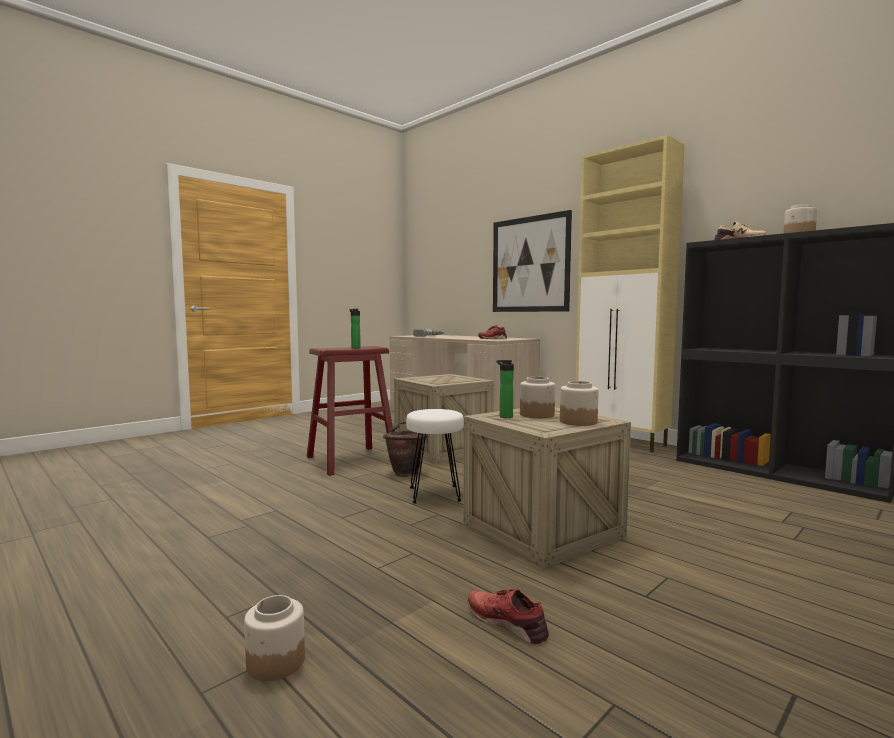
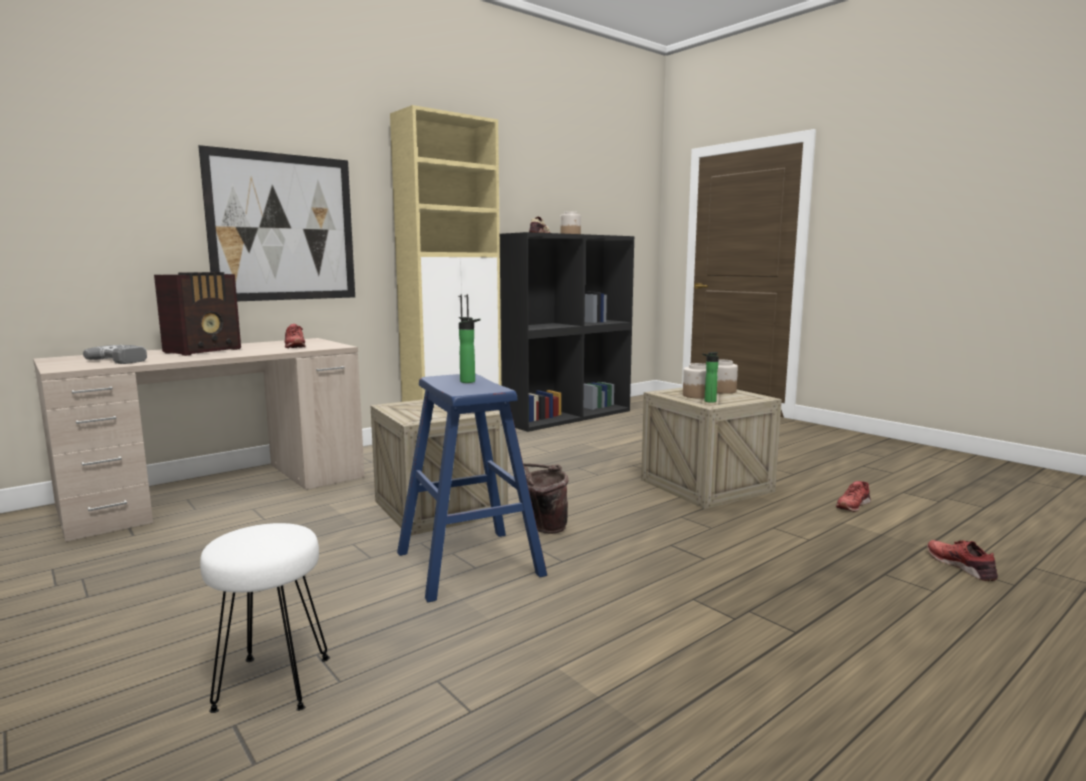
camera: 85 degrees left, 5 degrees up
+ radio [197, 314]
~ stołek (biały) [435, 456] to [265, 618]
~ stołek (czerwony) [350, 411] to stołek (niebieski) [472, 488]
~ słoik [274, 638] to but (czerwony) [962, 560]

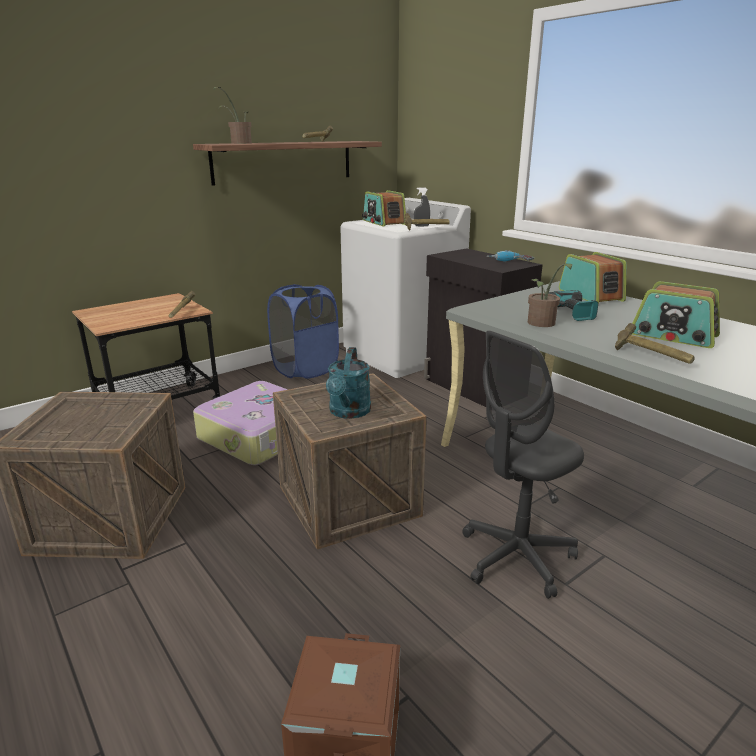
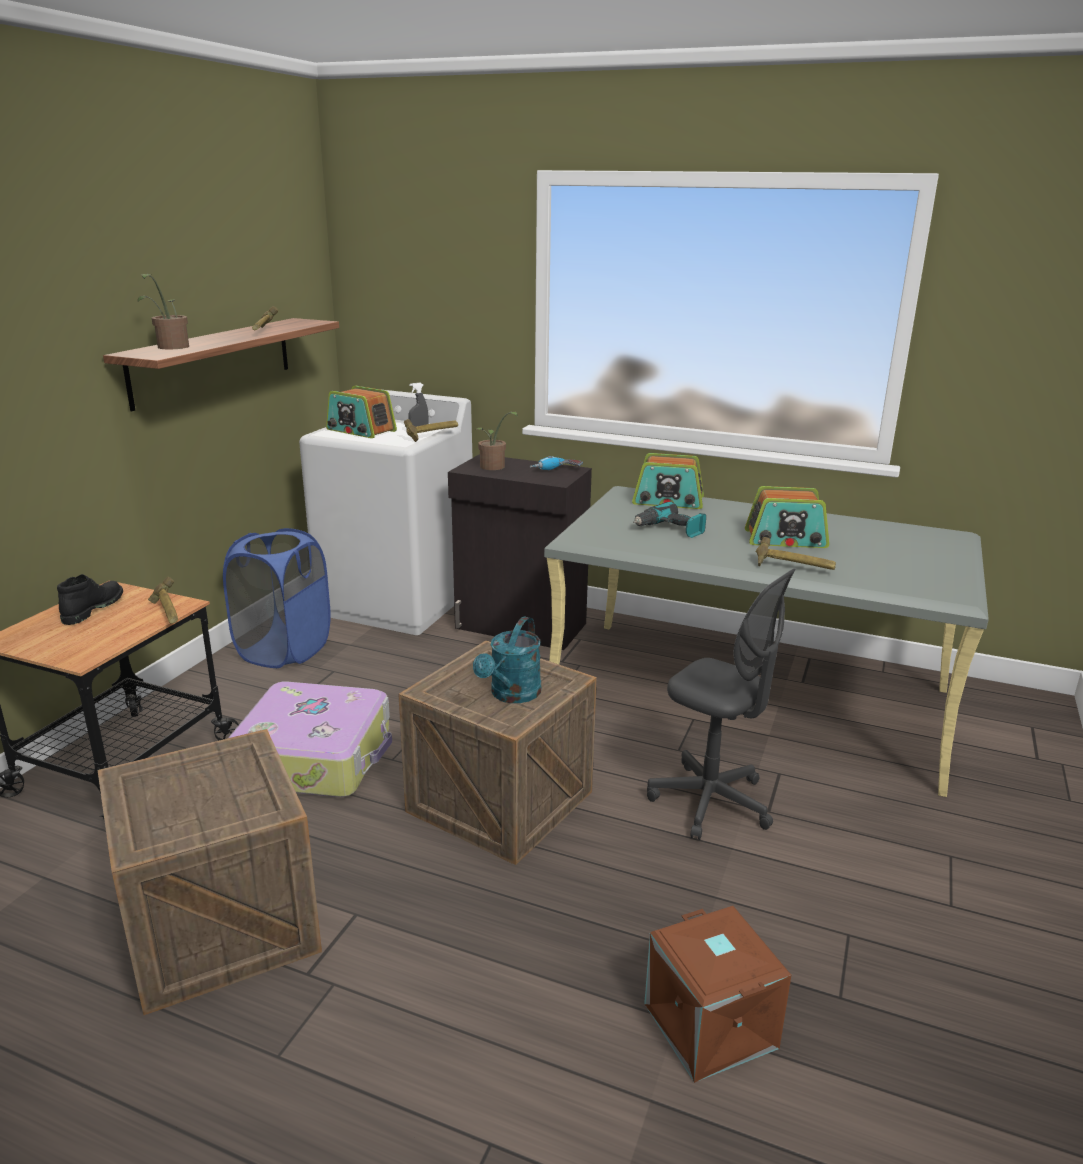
camera: 30 degrees left, 0 degrees up
+ but z cholewką (czarny) [90, 599]
~ konewka (turkusowy) [348, 383] = [507, 660] 45 degrees clockwise
~ roślina doniczkowa [549, 295] to [497, 441]
~ radio [592, 278] = [668, 481] 150 degrees clockwise
~ krzesło biurowe (szary) [523, 465] = [721, 704] 75 degrees counterclockwise

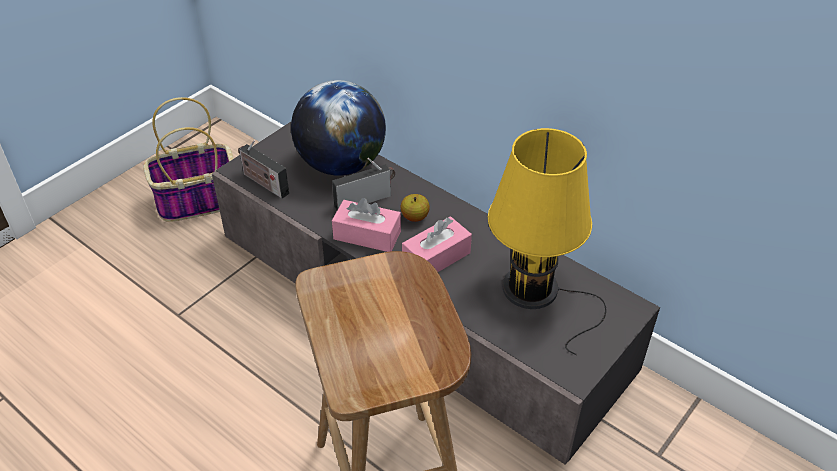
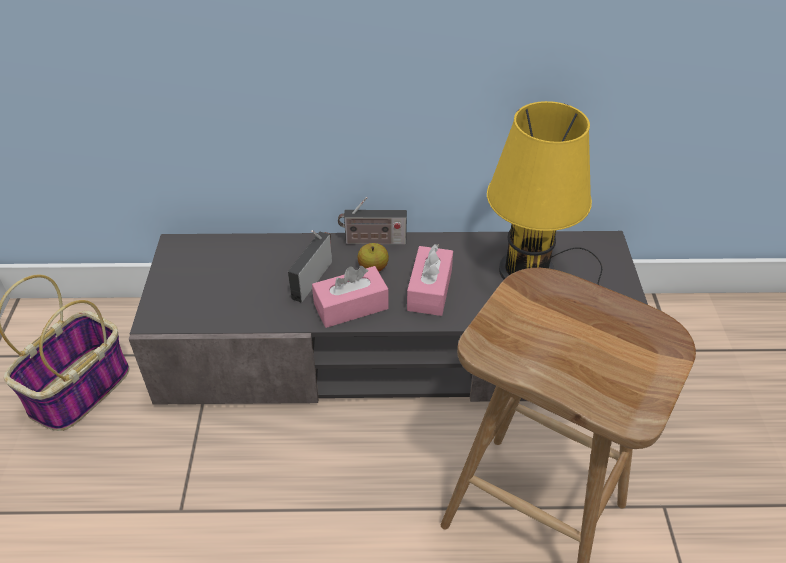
camera: 40 degrees left, 0 degrees up
~ radio [263, 169] to [372, 221]
- globus [338, 128]

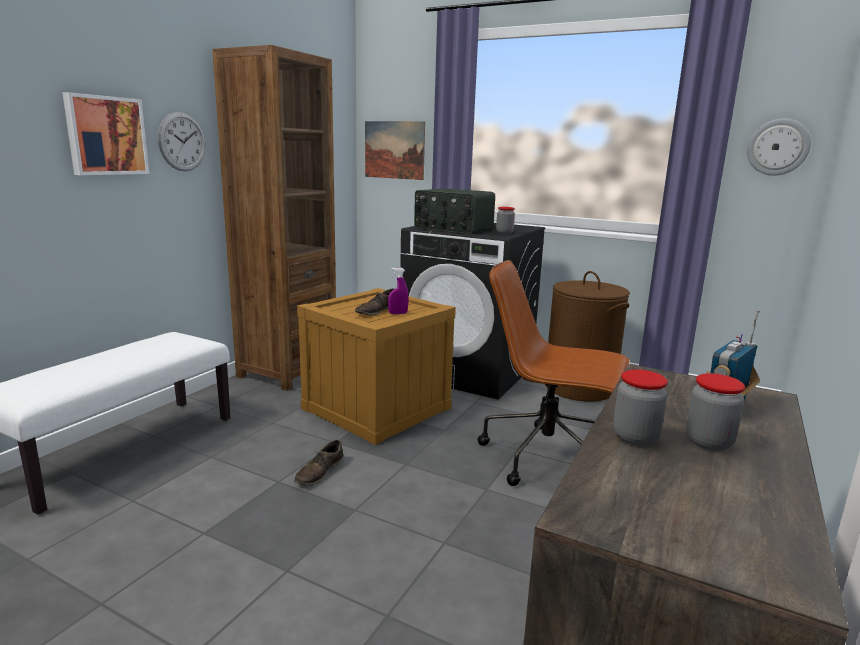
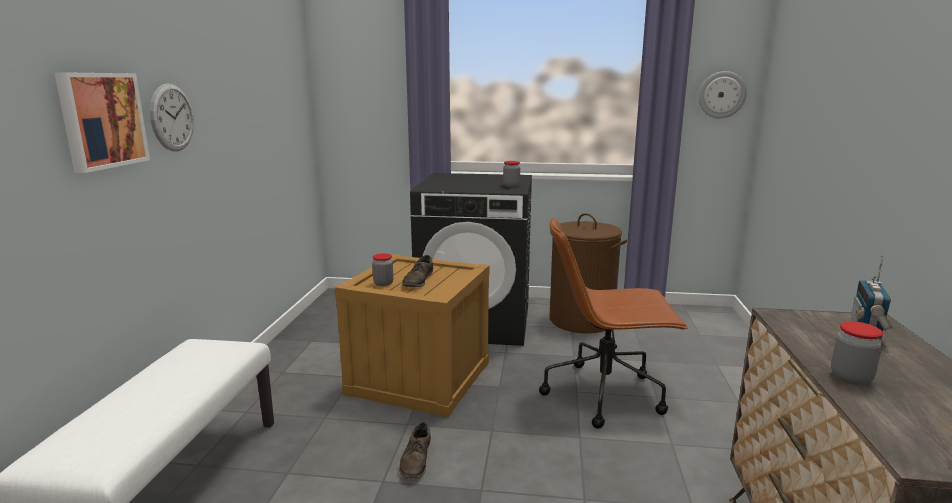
camera: 20 degrees left, 0 degrees up
~ słoik [715, 412] to [383, 269]
- regał (brązowy) [274, 218]
- obraz [395, 150]
- spryskiwacz (fioletowy) [398, 291]
- radio [454, 211]

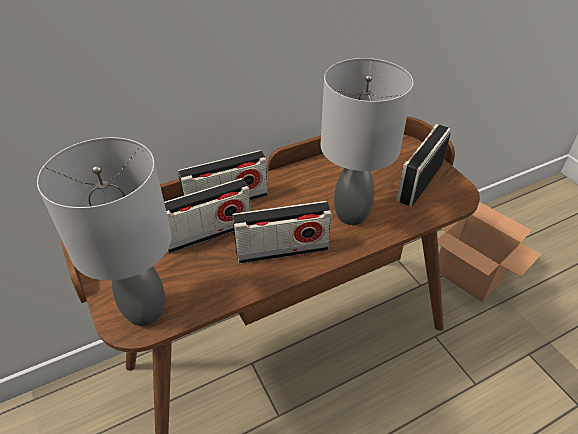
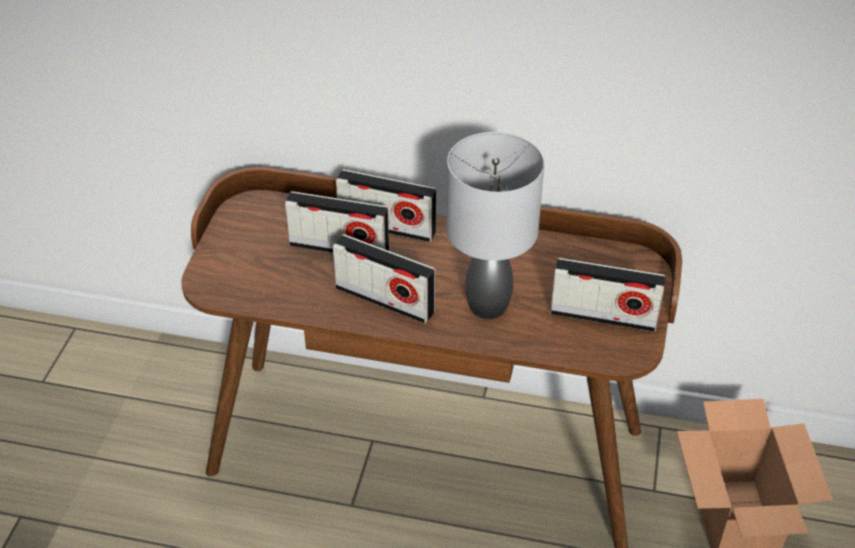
camera: 40 degrees right, 0 degrees up
~ radio [424, 165] = [608, 295] 150 degrees counterclockwise
- lampa stołowa (szary) [104, 231]

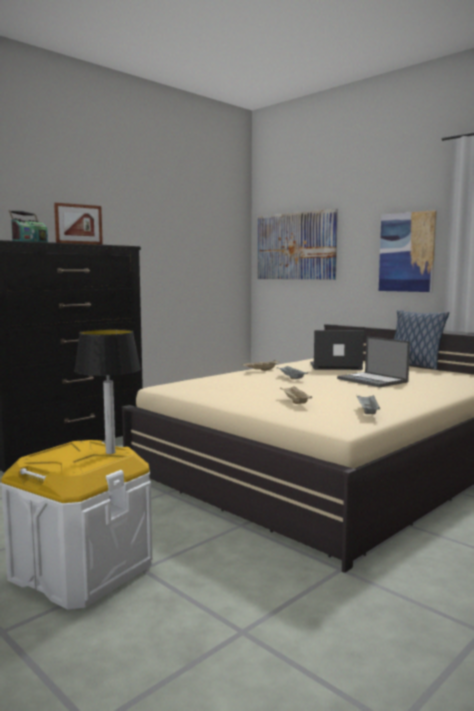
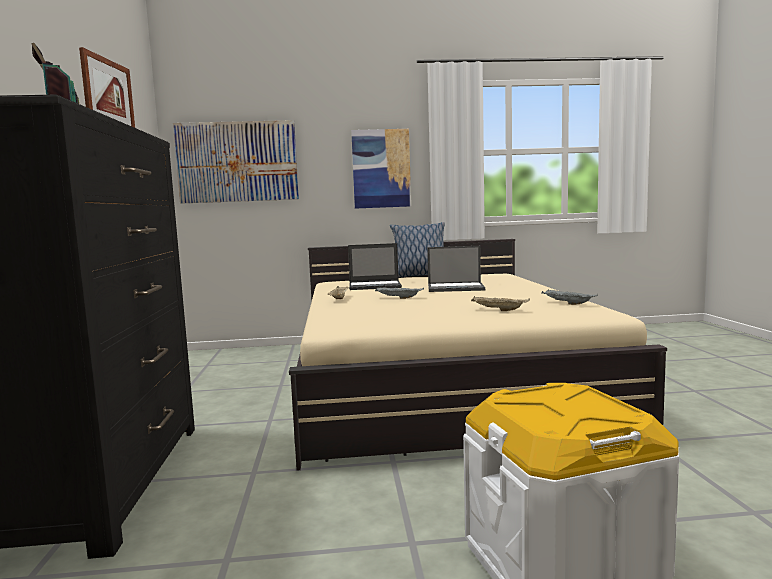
camera: 50 degrees left, 0 degrees up
~ laptop [337, 350] = [375, 266] 135 degrees counterclockwise
- lampa stołowa [107, 391]

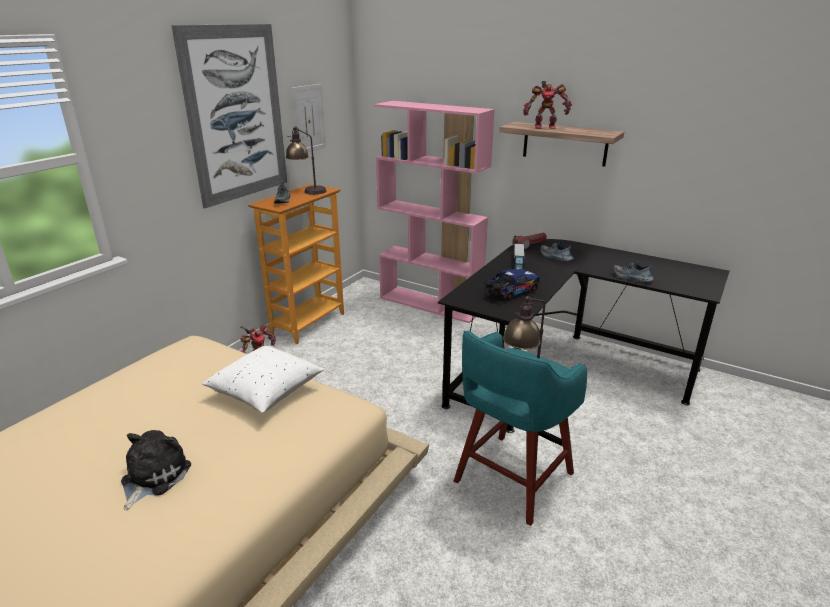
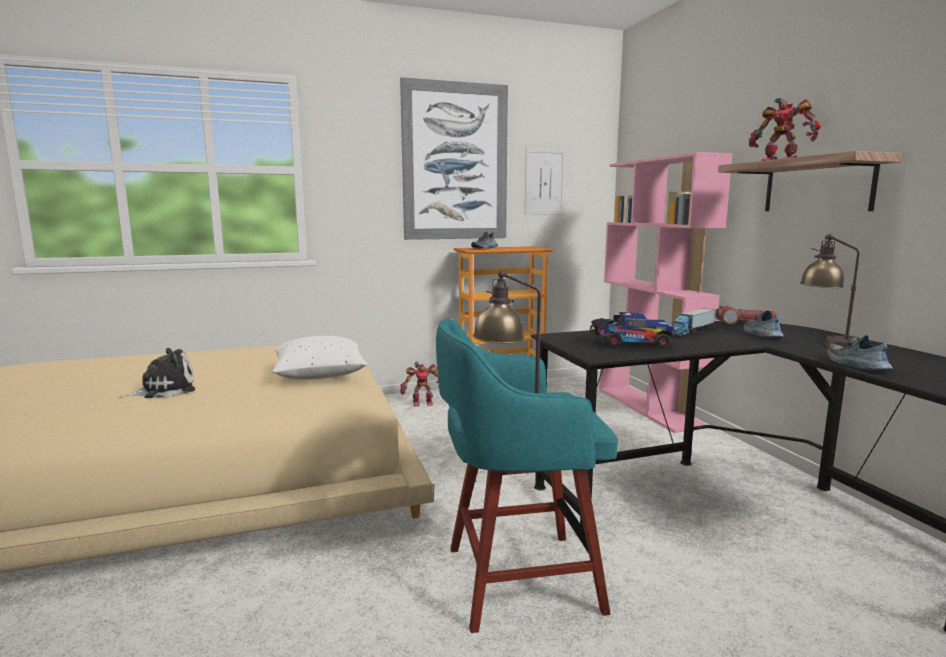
camera: 40 degrees right, 15 degrees down
~ lampa stołowa [306, 160] to [830, 290]

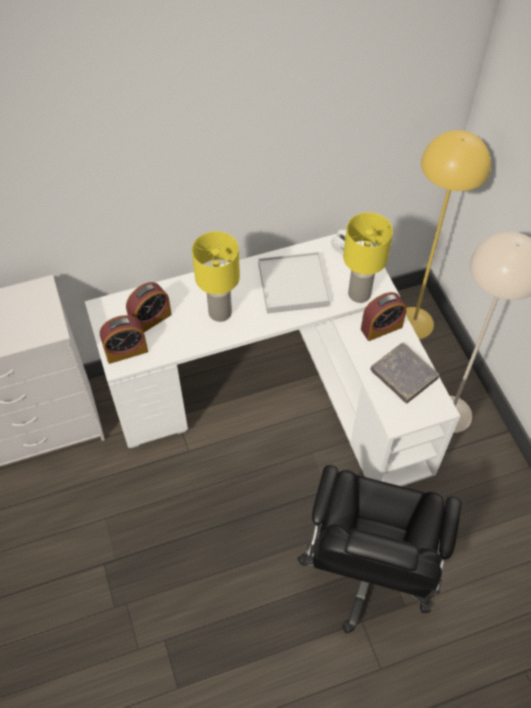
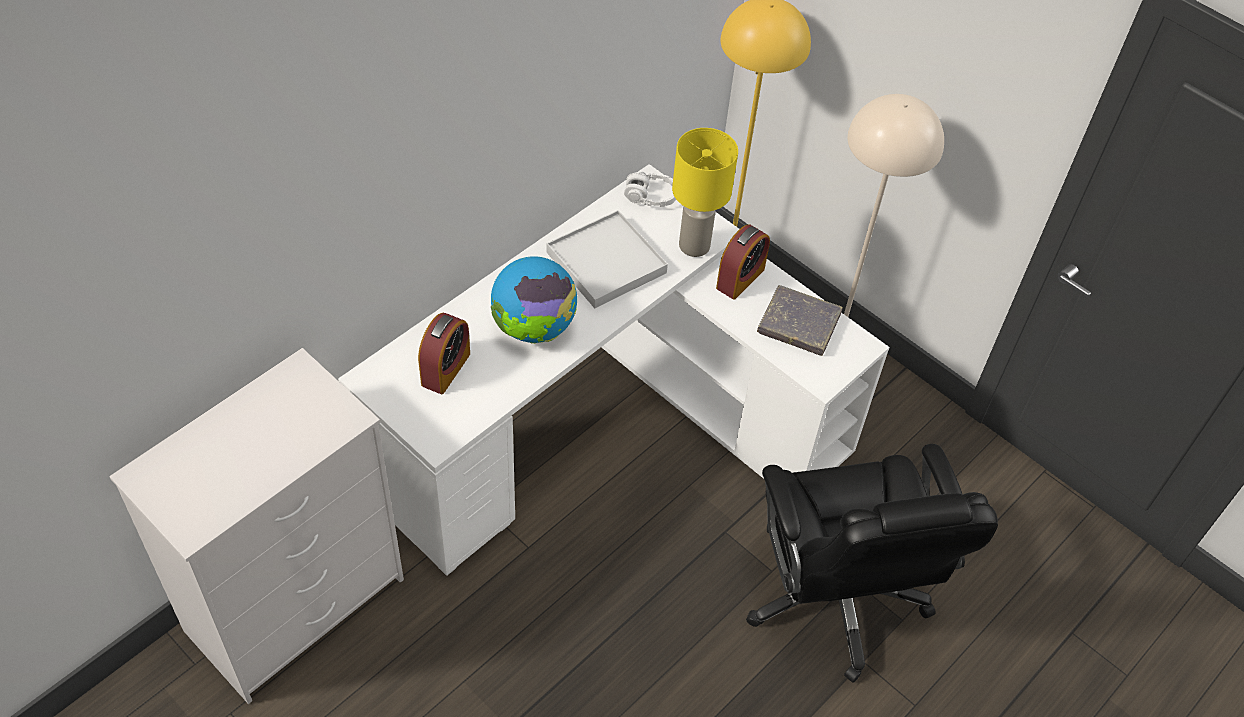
camera: 30 degrees left, 5 degrees down
~ lampa stołowa (żółty) [216, 276] to globus [534, 299]
- budzik [124, 339]

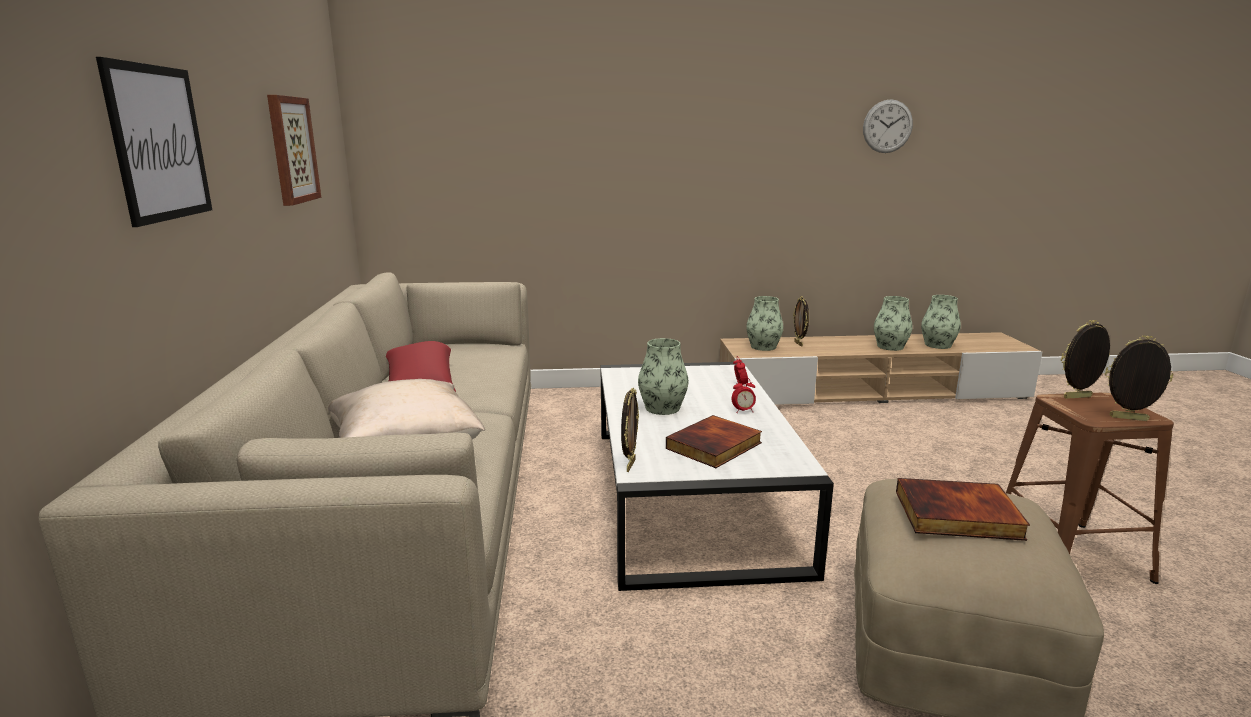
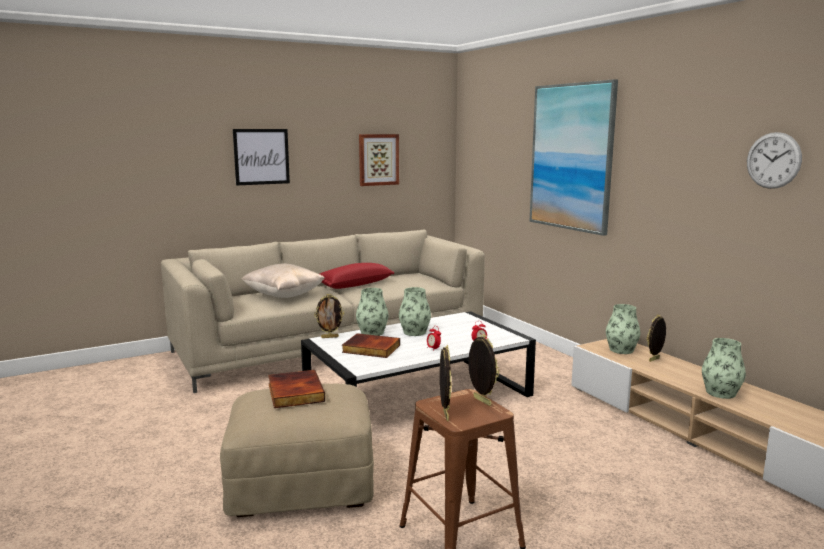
camera: 65 degrees right, 5 degrees down
~ wazon [941, 322] to [372, 312]
+ obraz [573, 157]

